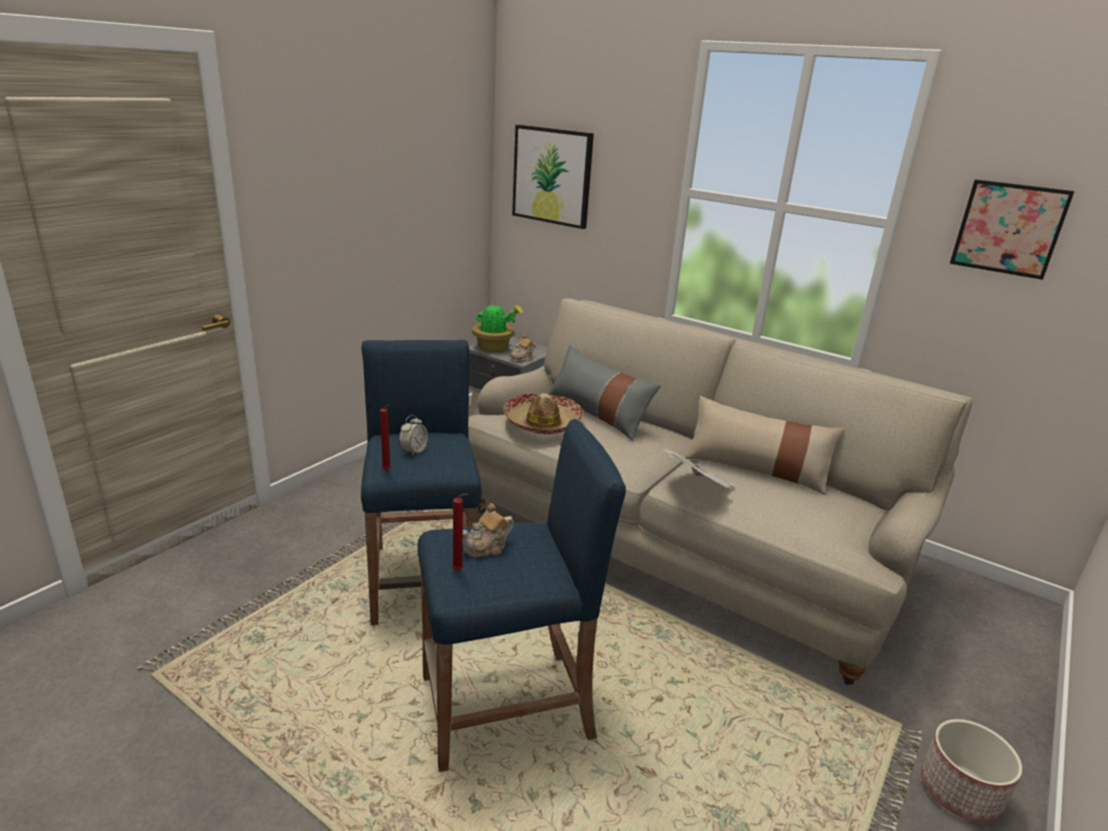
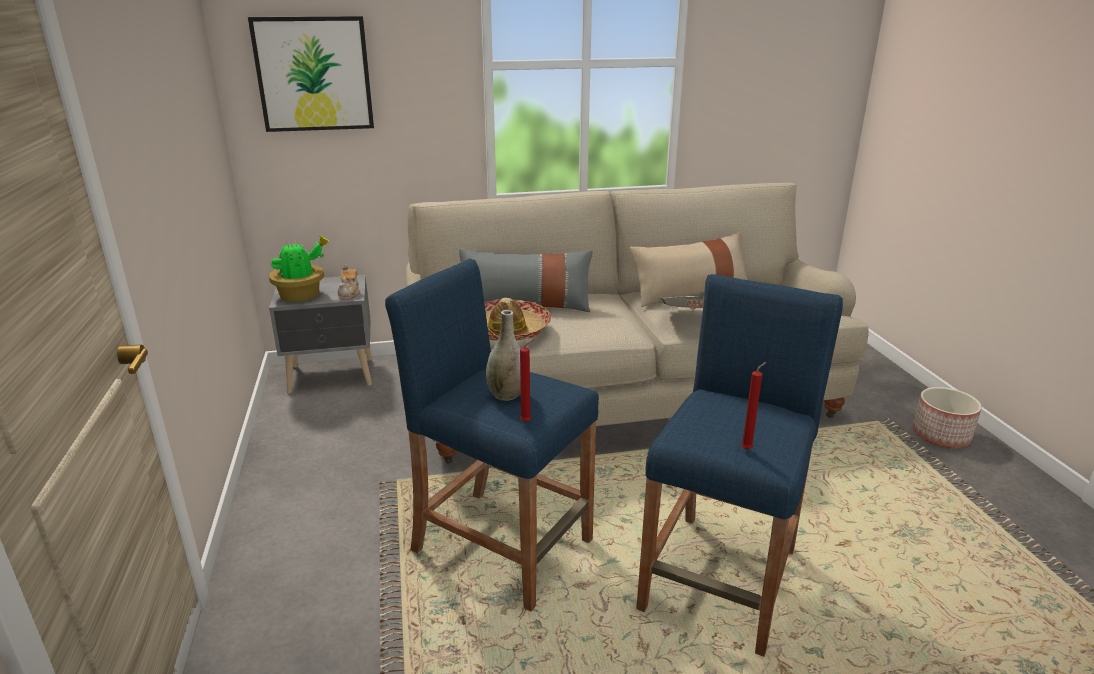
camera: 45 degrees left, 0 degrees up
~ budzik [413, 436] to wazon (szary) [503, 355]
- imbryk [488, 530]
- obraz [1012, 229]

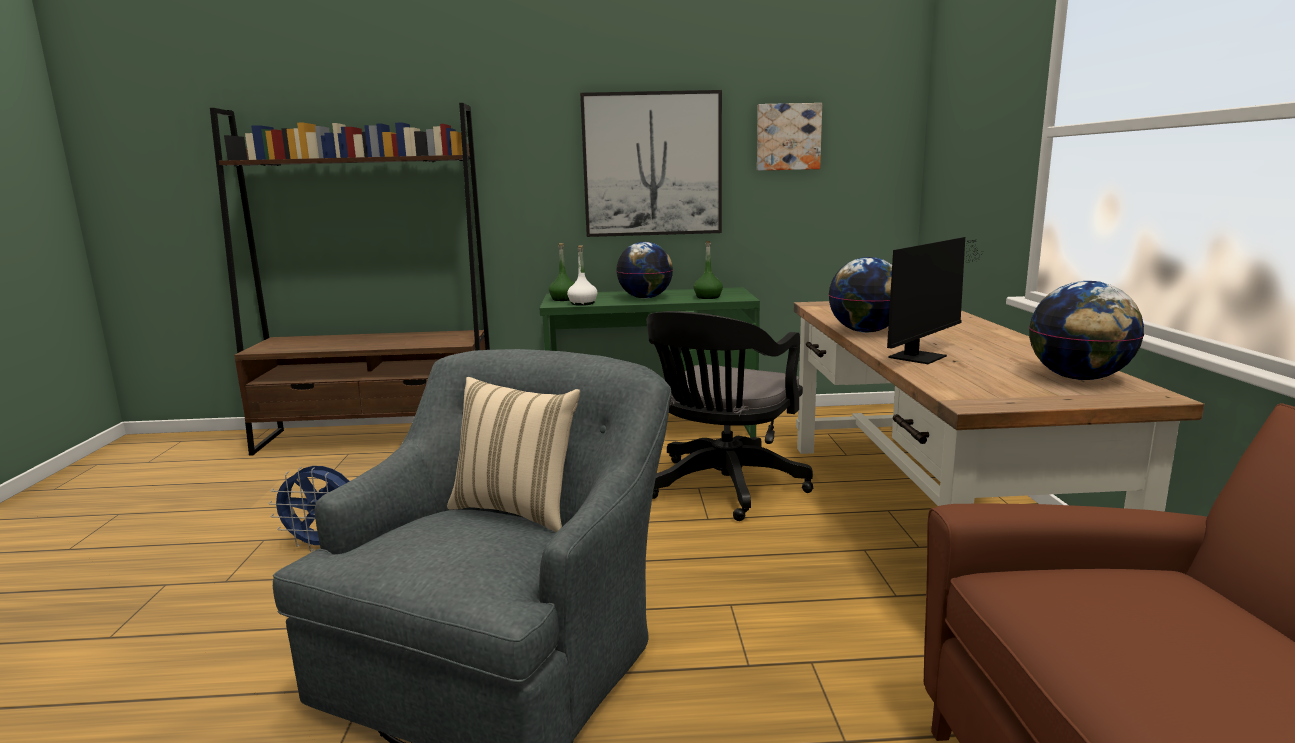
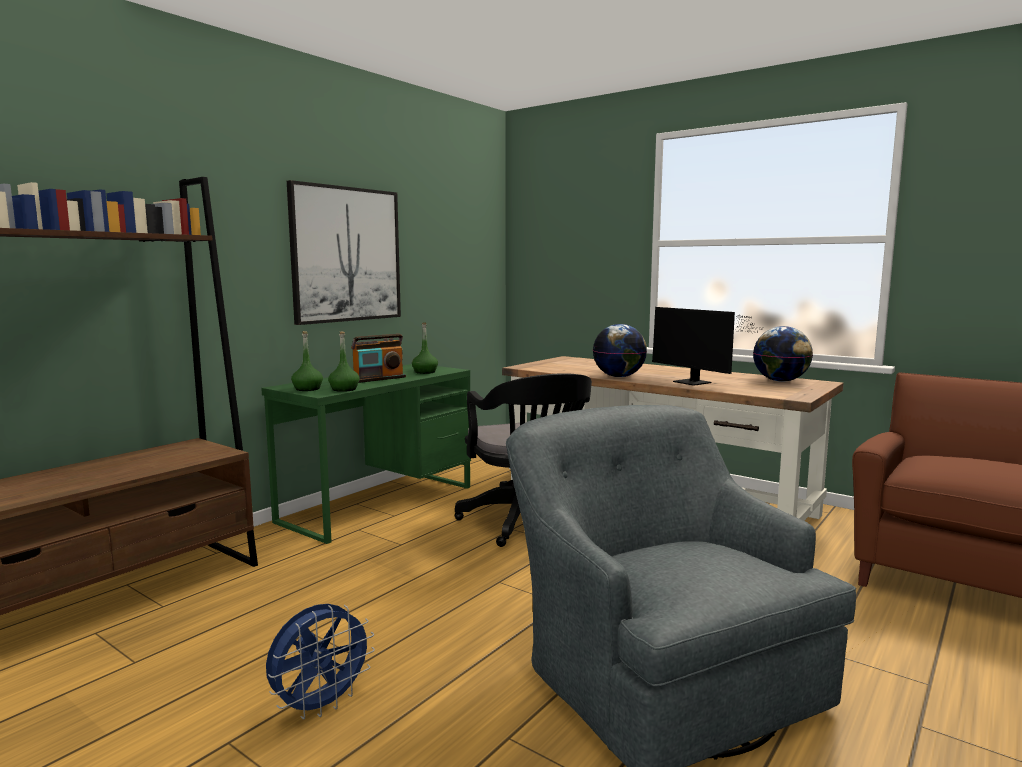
camera: 50 degrees left, 5 degrees down
~ butelka (biały) [582, 275] to butelka (zielony) [344, 361]
~ globus [644, 270] to radio [378, 358]
~ monitor [933, 300] = [708, 346] 150 degrees clockwise
- poduszka (beżowy) [513, 455]
- obraz [789, 137]

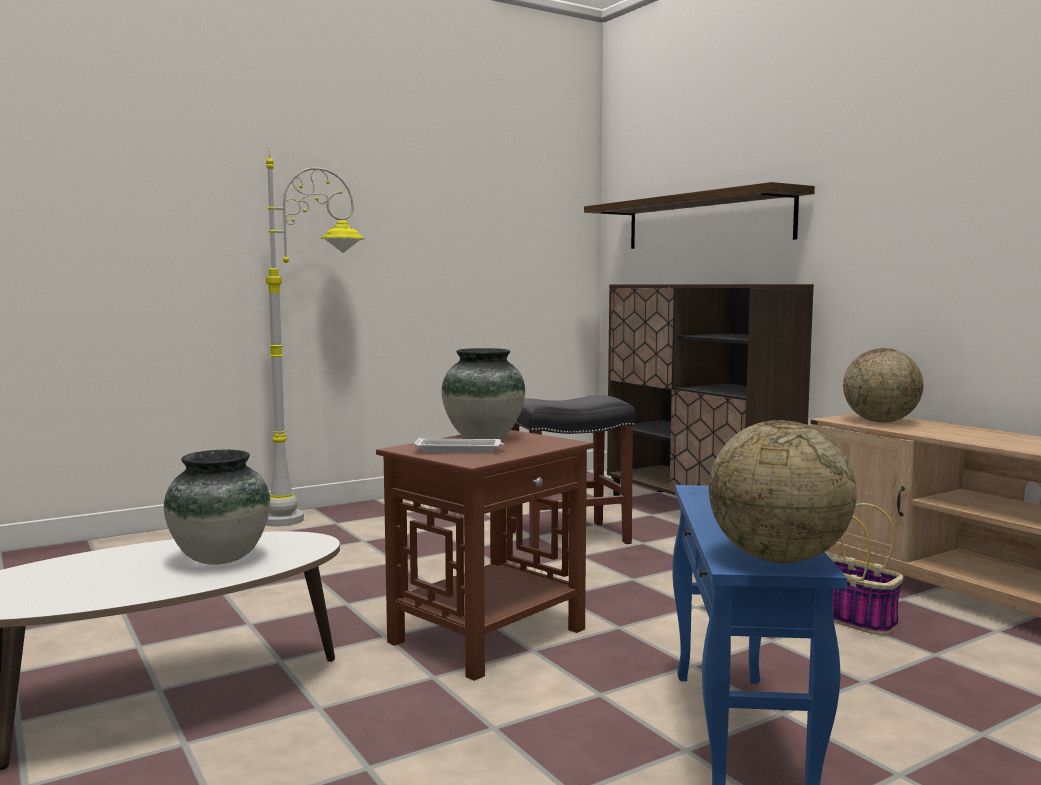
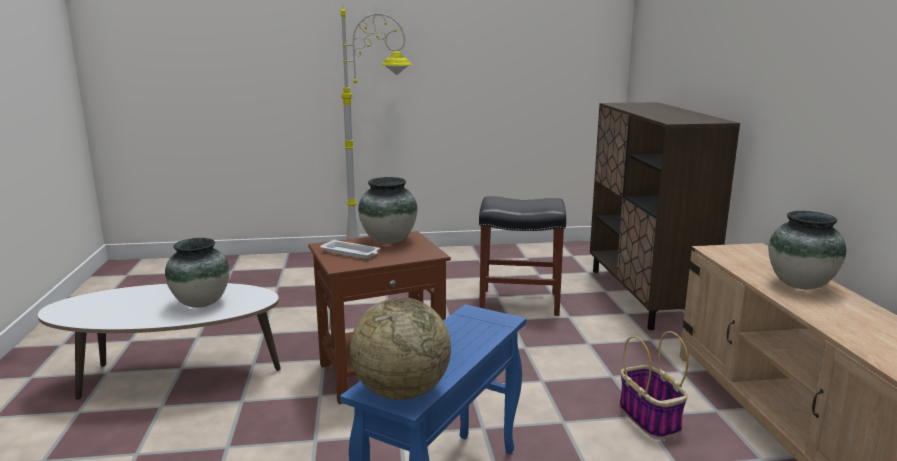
camera: 25 degrees right, 10 degrees up
+ wazon [807, 250]
- półka [699, 215]
- globus [883, 385]

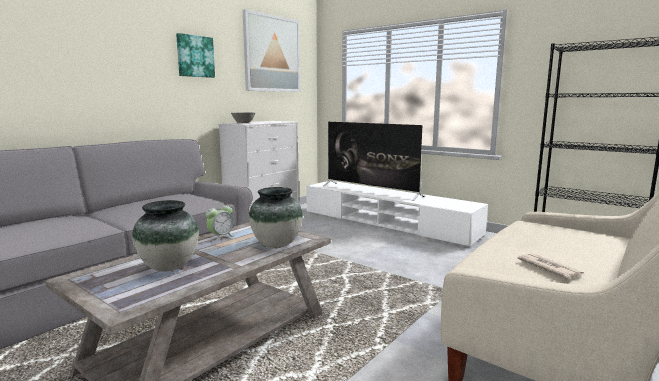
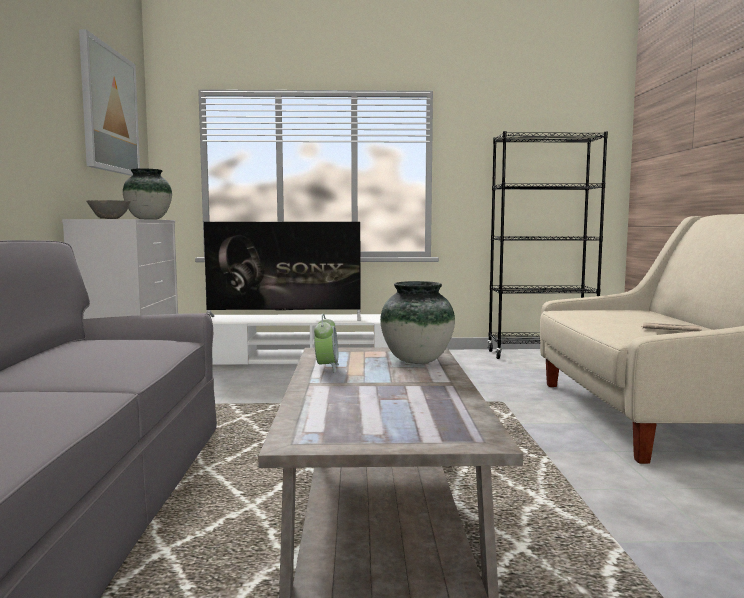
camera: 40 degrees left, 5 degrees down
~ wazon [165, 235] to [147, 194]
- obraz [195, 55]

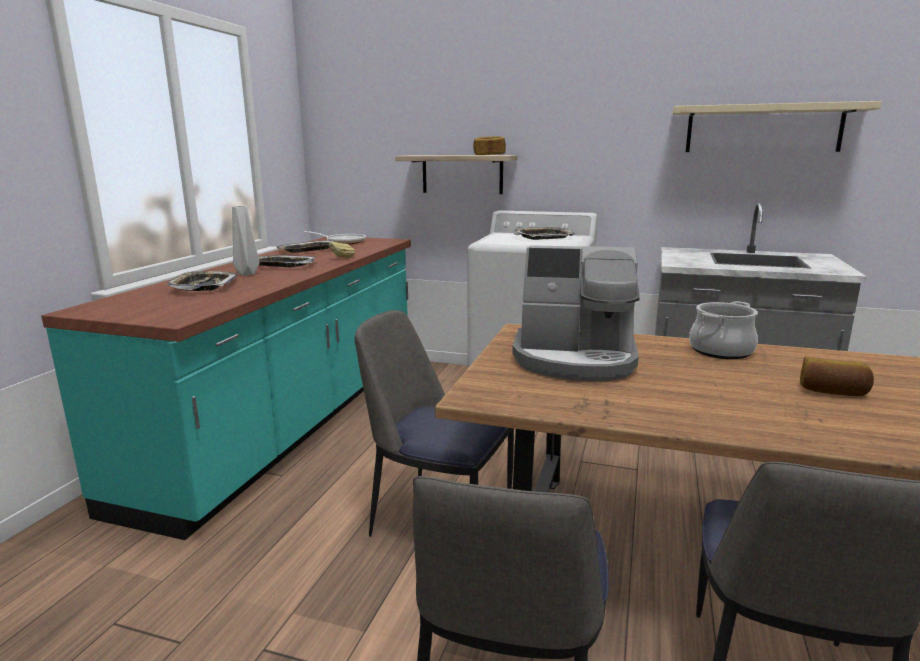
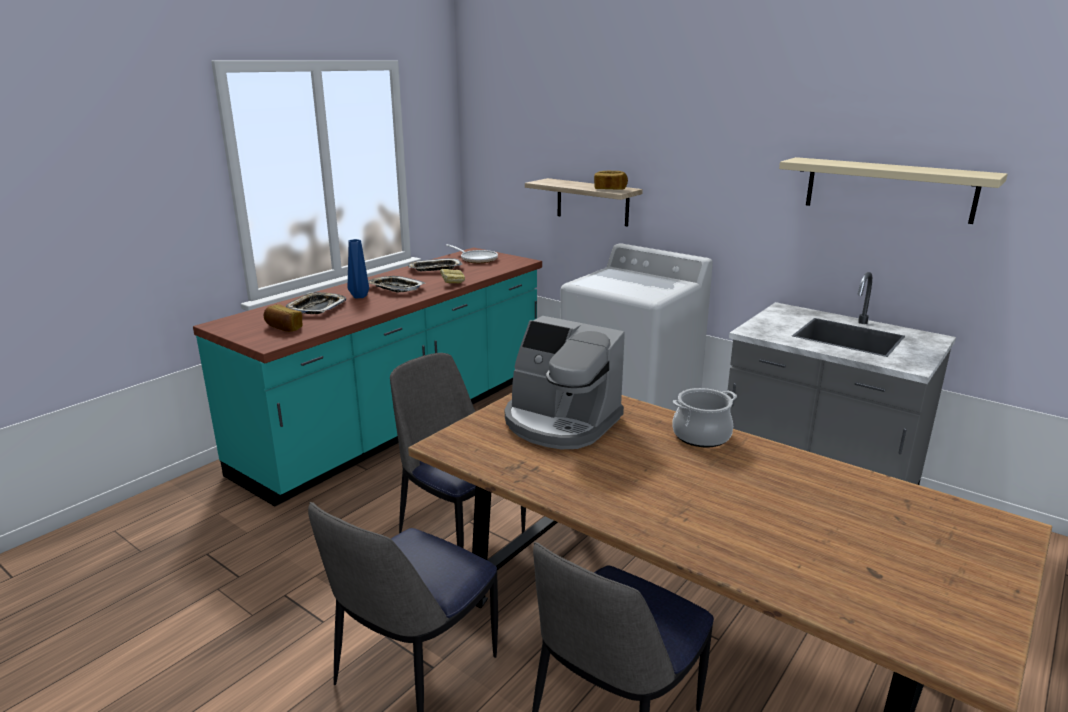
camera: 20 degrees right, 5 degrees up
~ chleb [837, 376] to [283, 318]
~ wazon (szary) [245, 241] to wazon (niebieski) [358, 268]
- taca [544, 233]

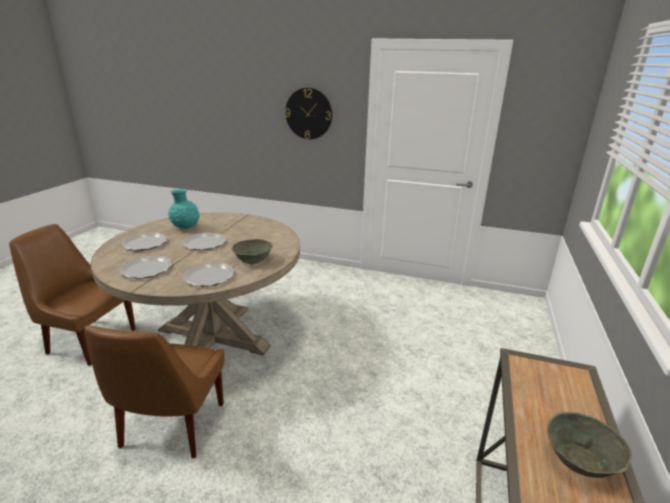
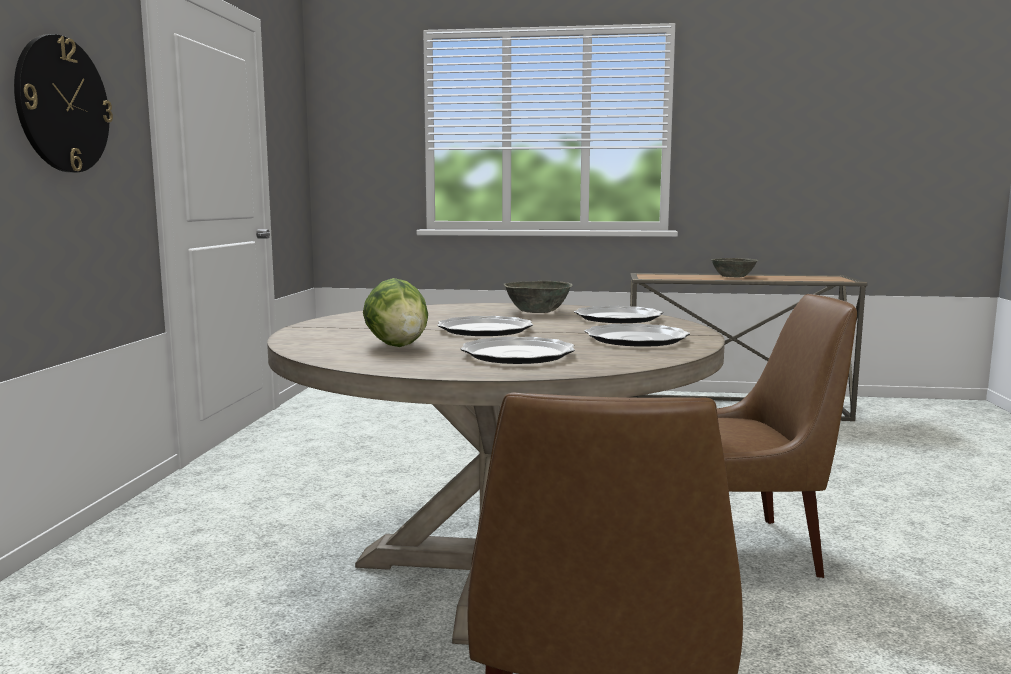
camera: 100 degrees left, 15 degrees down
~ wazon (turkusowy) [183, 209] to sałata [395, 312]

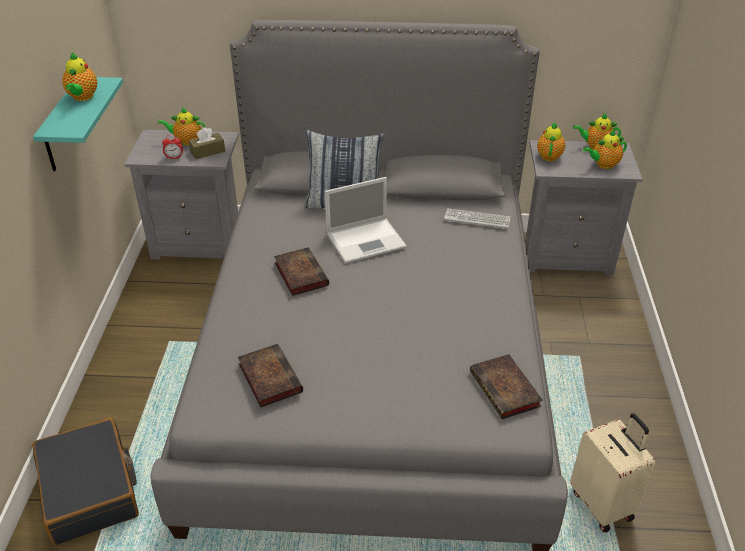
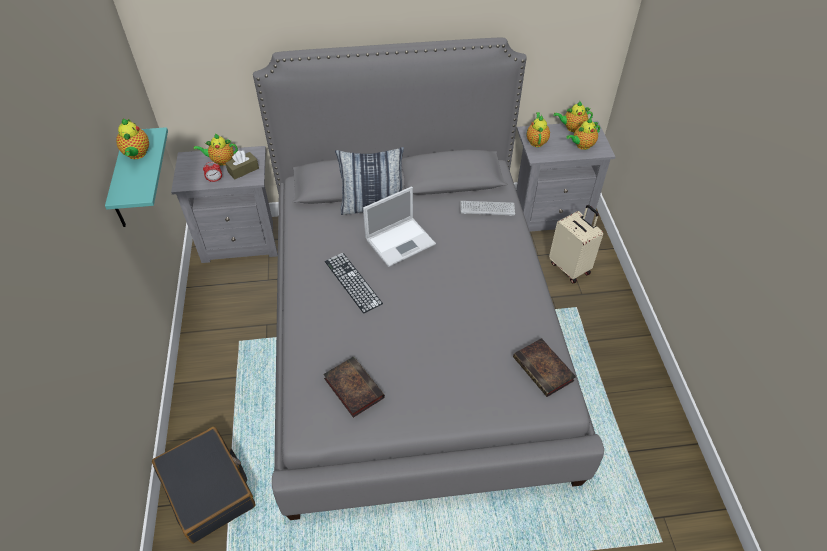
camera: 10 degrees left, 10 degrees up
~ książka [301, 271] to klawiatura [354, 283]
~ walizka (beżowy) [613, 472] to [576, 244]

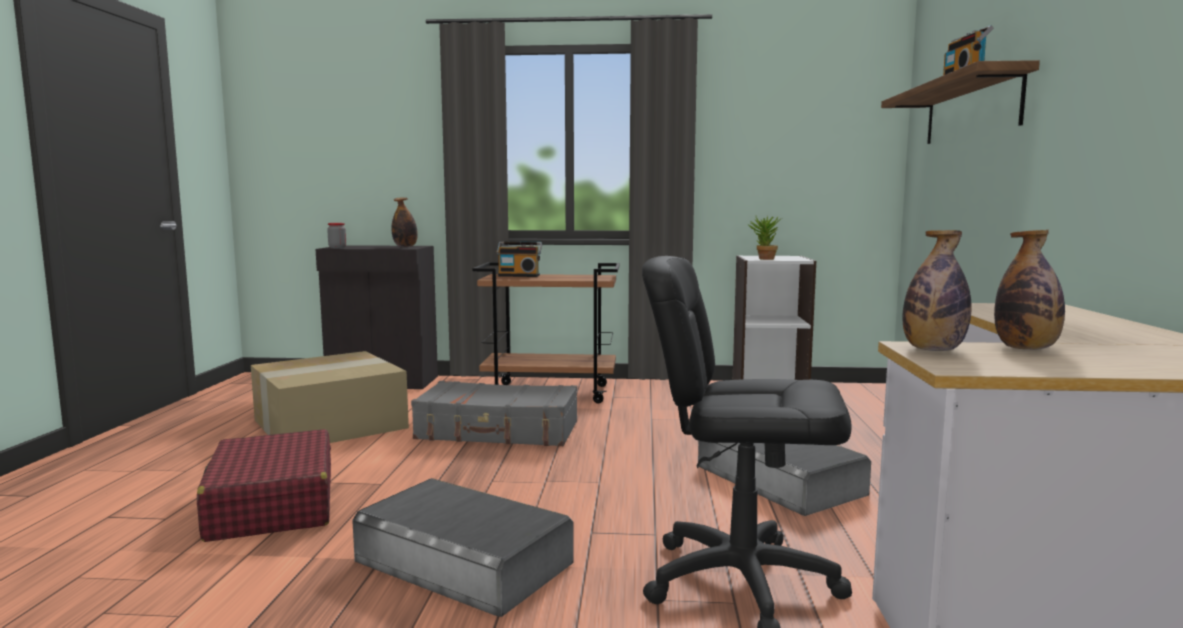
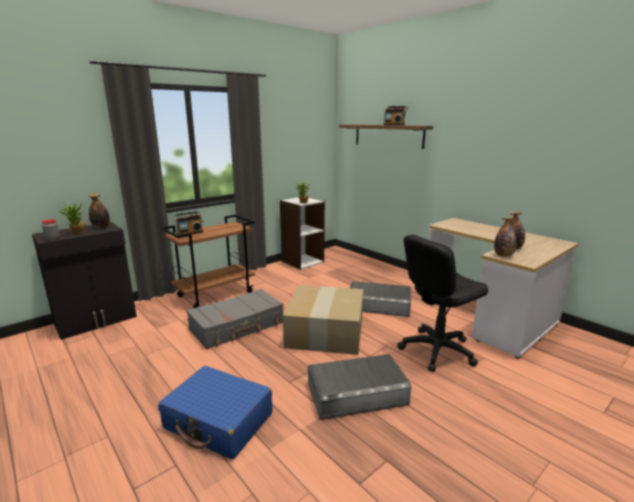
camera: 45 degrees left, 10 degrees up
+ roślina doniczkowa [72, 218]
~ walizka (czerwony) [264, 485] to walizka (niebieski) [215, 412]
~ karton [330, 397] to [323, 320]

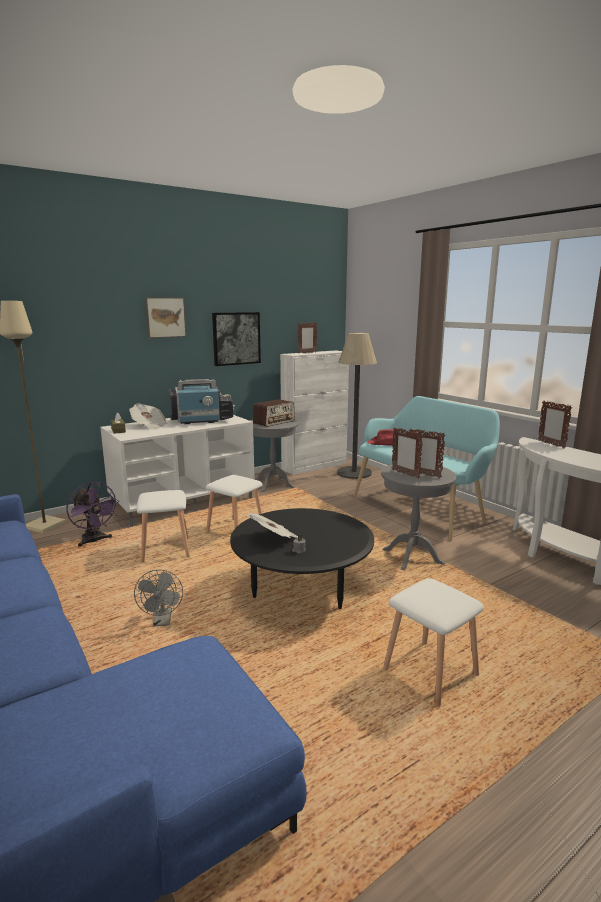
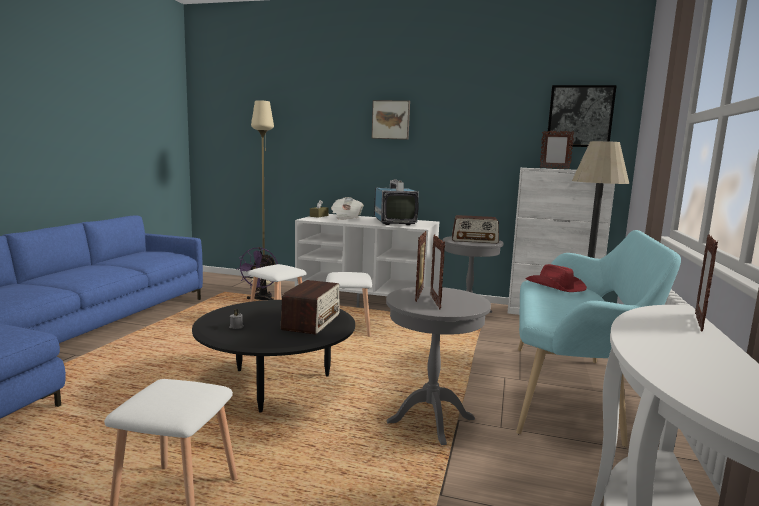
camera: 50 degrees right, 5 degrees down
+ radio [310, 307]
~ telewizor [202, 401] = [396, 202] 135 degrees counterclockwise
~ obraz [236, 339] to [582, 116]
- wentylator (szary) [158, 598]
- gazeta [272, 525]

